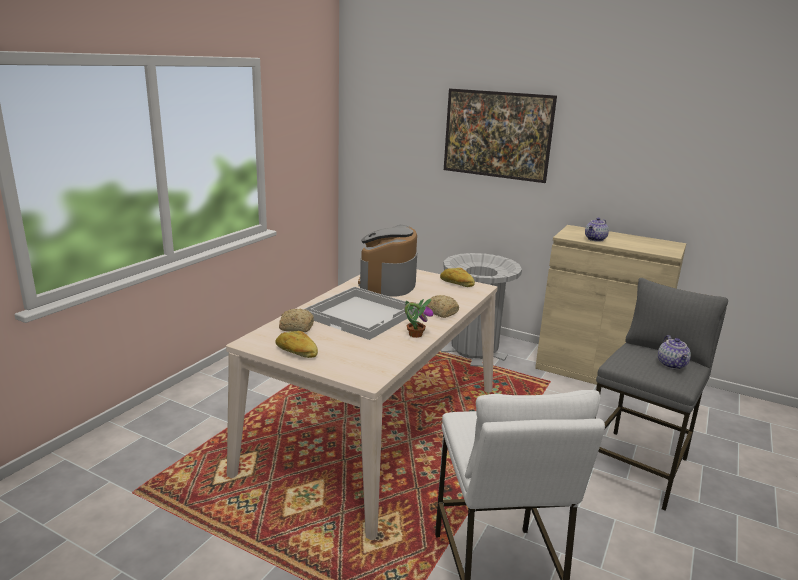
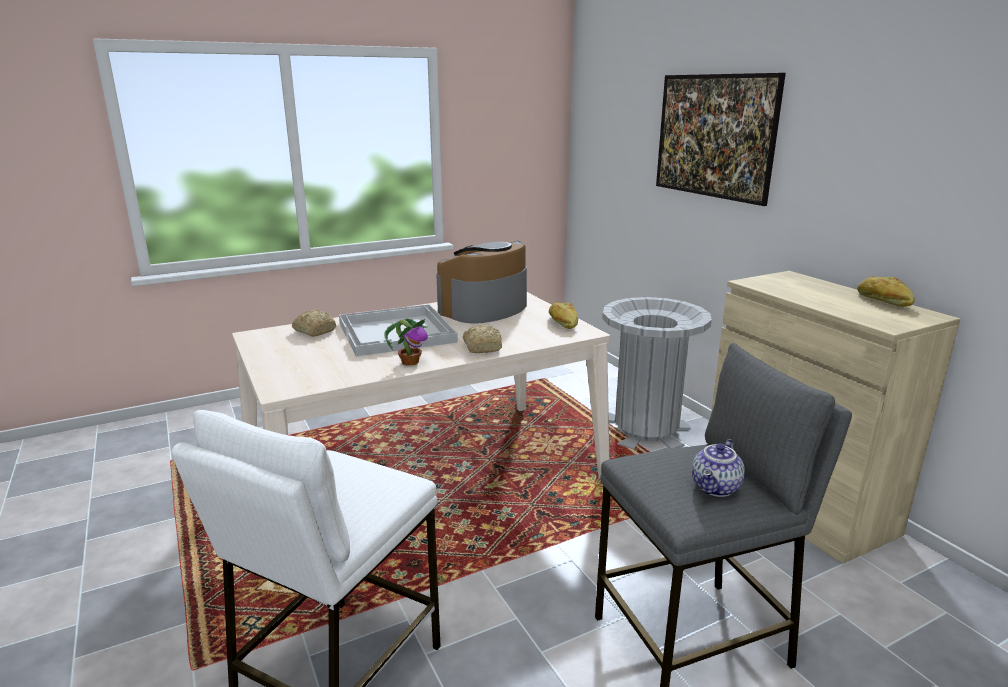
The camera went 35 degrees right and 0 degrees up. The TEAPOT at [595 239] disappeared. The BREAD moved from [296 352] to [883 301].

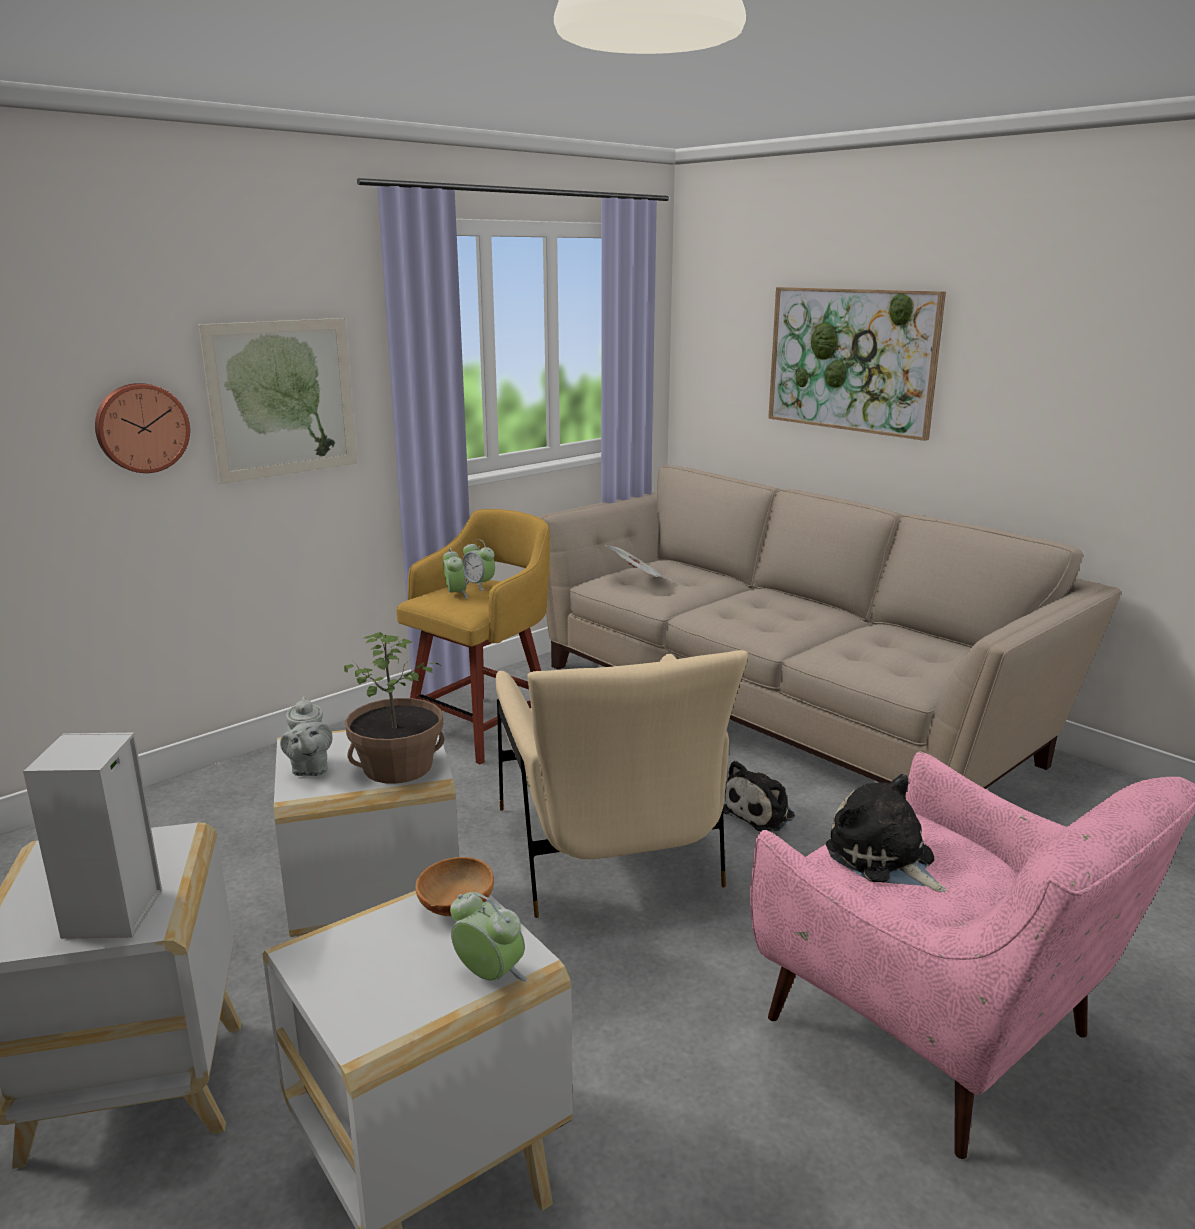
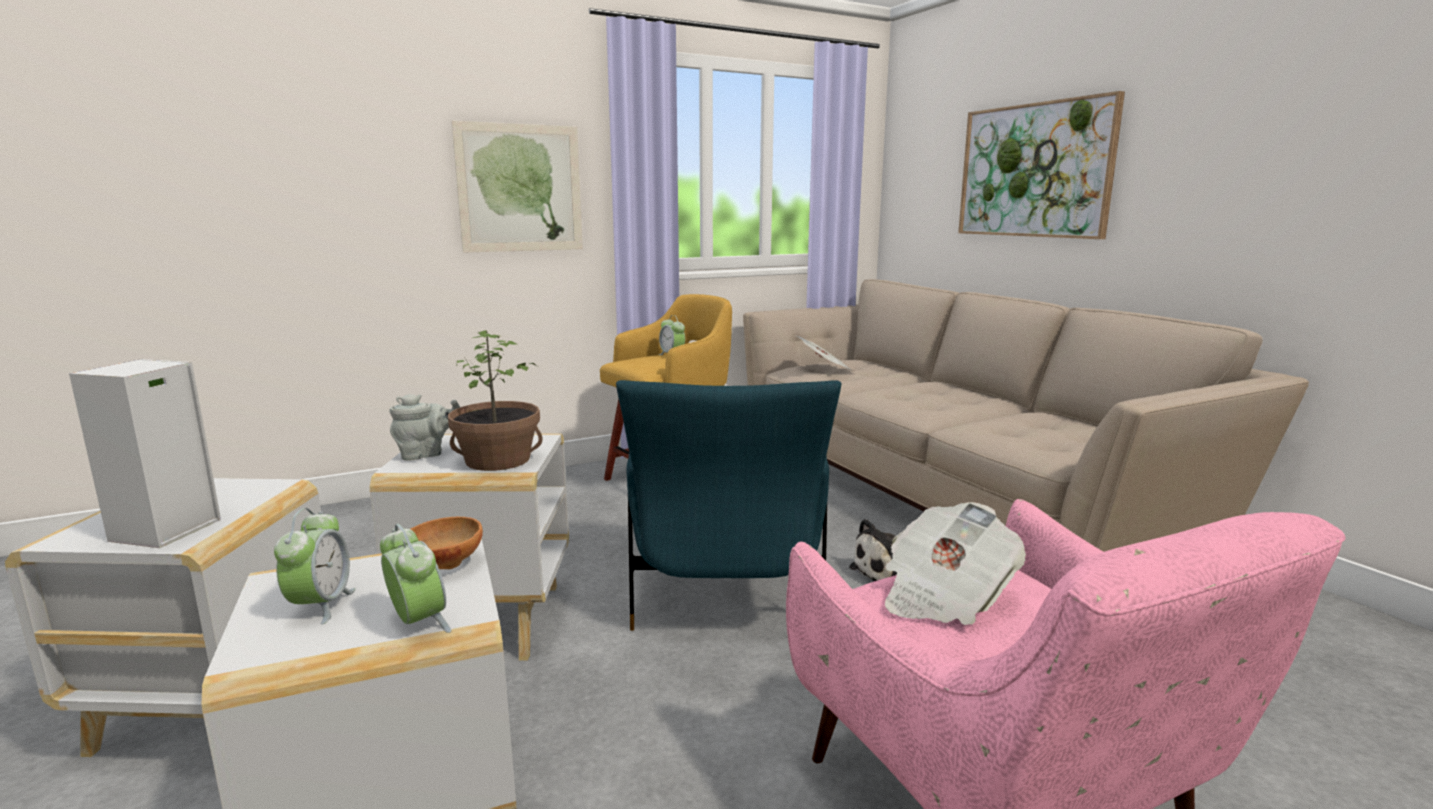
The camera went 15 degrees right and 5 degrees down. The CLOCK ON THE WALL at [141 427] disappeared. The ALARM CLOCK moved from [455 594] to [320 606]. The BEIGE ARMCHAIR at [607 851] became the BLUISH ARMCHAIR at [726 586]. The GREYISH TEAPOT at [309 769] turned 120 degrees counterclockwise. The CUDDLY TOY at [883 859] was replaced by the PRINTED PAPER at [943 595].

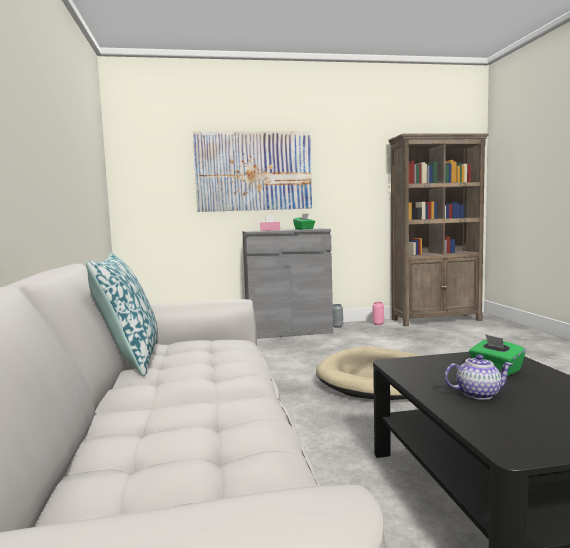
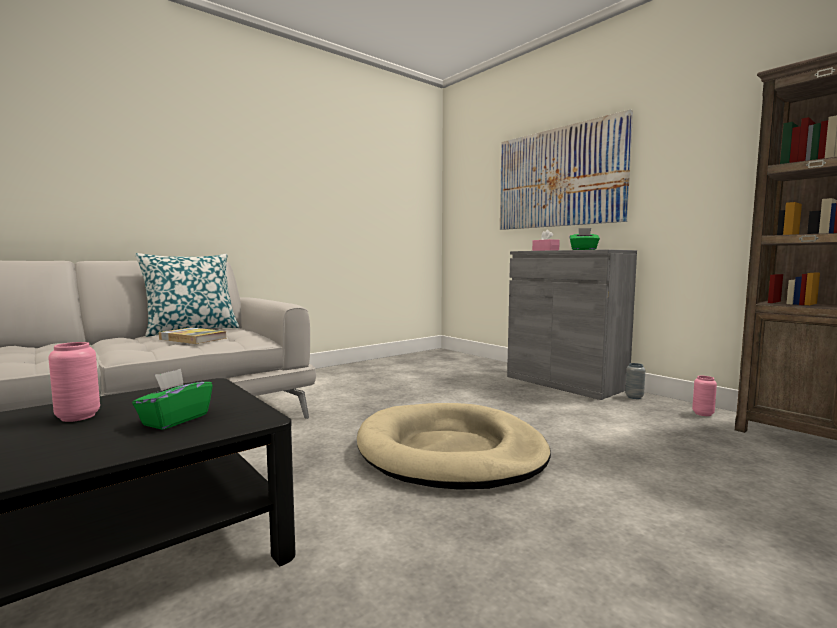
The camera went 60 degrees right and 0 degrees up. The TEAPOT at [478 394] was replaced by the PINK-COLOURED FLOWER VASE at [78 417]. The VOLUME at [193 338] appeared.

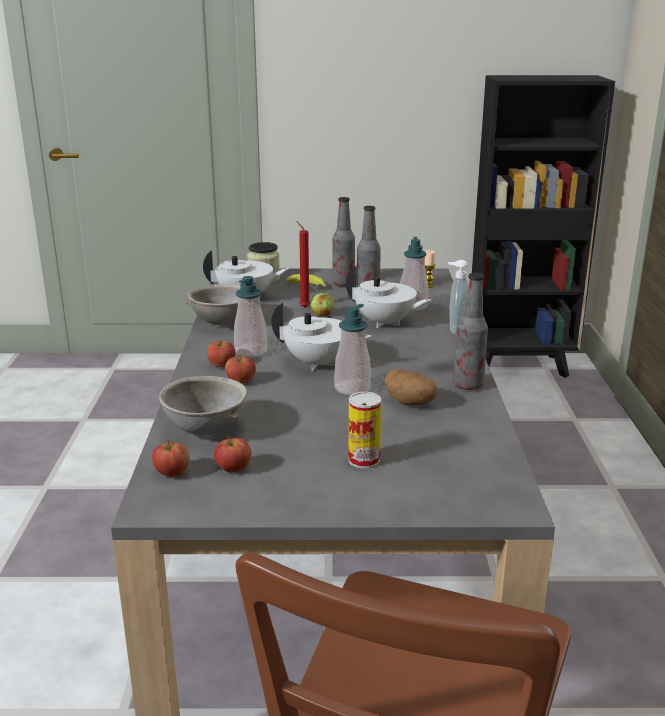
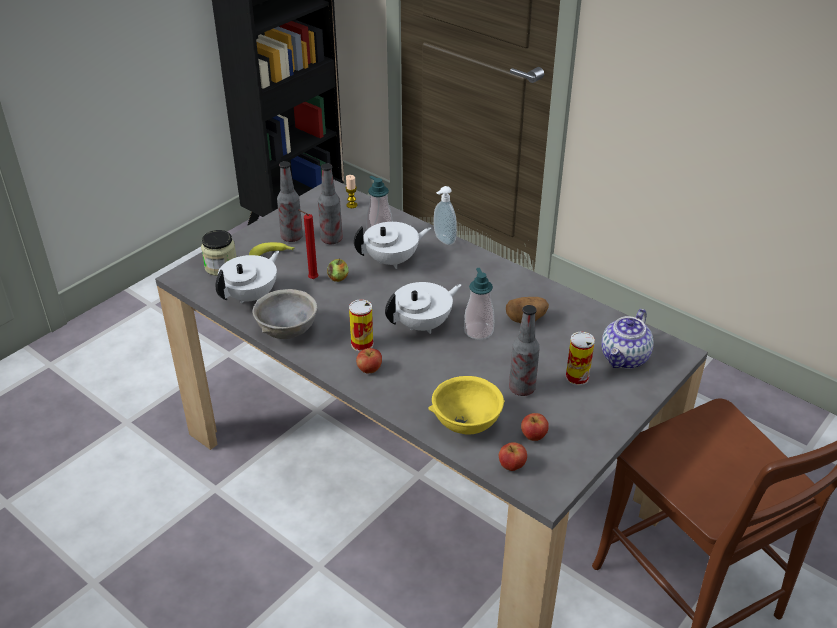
The camera went 50 degrees left and 15 degrees up. The BOTTLE moved from [468 385] to [522 388]. The SOAP DISPENSER at [251 351] was replaced by the CAN at [362 344]. The APPLE at [240 382] disappeared. The GREYISH SERVING BOWL at [206 429] became the YELLOWISH SERVING BOWL at [465 423]. The TEAPOT at [625 358] appeared.

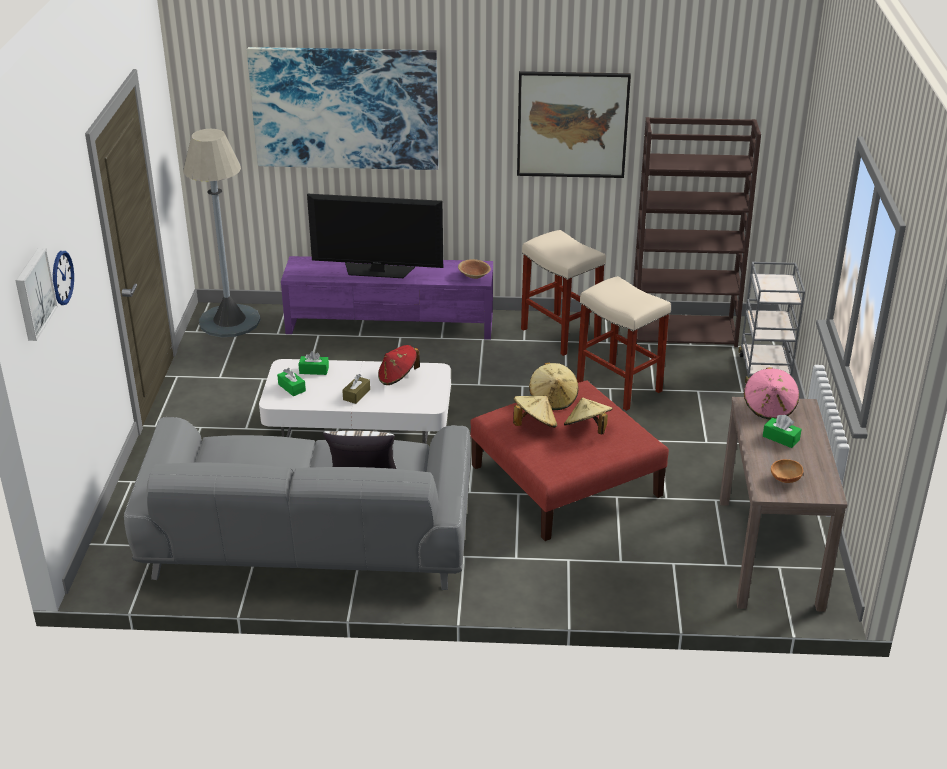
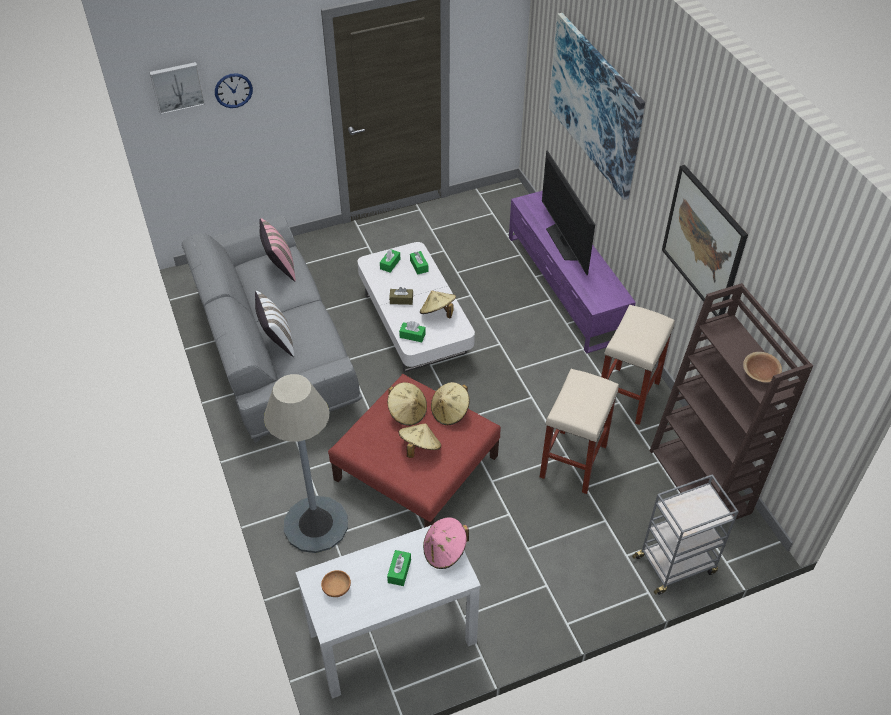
The camera went 65 degrees right and 15 degrees up. The GREYISH STANDARD LAMP moved from [230 321] to [316 525]. The BROWNISH SERVING BOWL moved from [474 276] to [760 374]. The RED CLOTHING HAT at [398 377] became the BEIGE CLOTHING HAT at [438 313]. The BROWNISH NARROW TABLE at [770 553] became the WHITISH NARROW TABLE at [392 637]. The PINK-COLOURED THROW PILLOW at [279 267] appeared. The GREEN TISSUE BOX at [412 335] appeared.

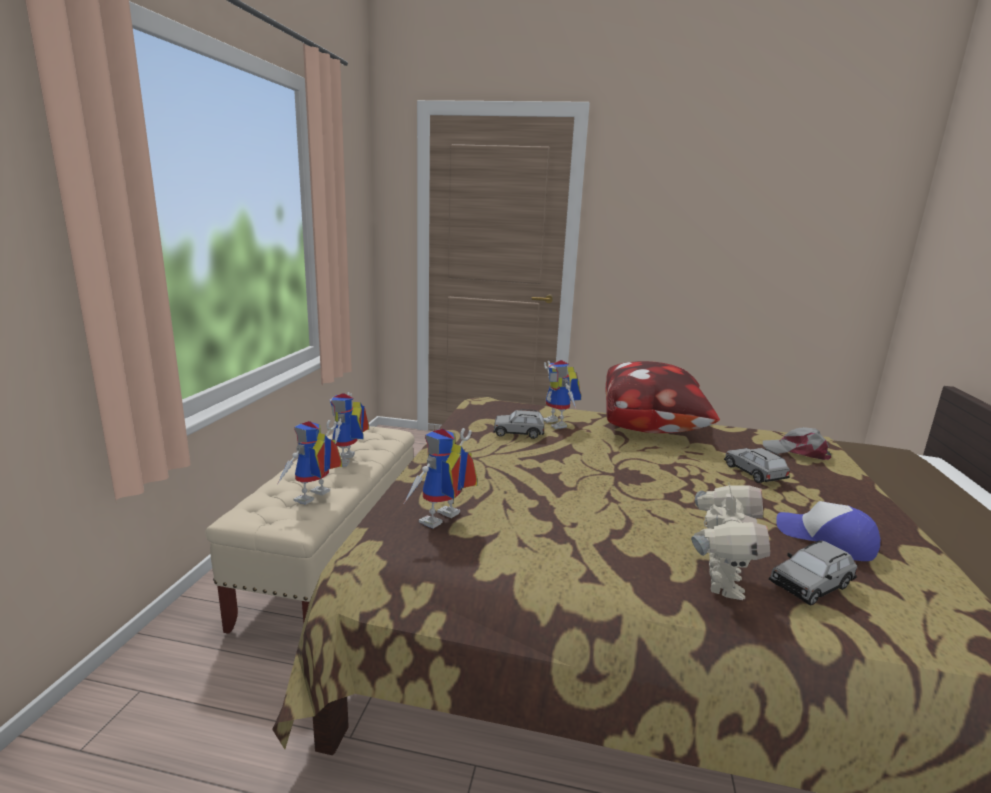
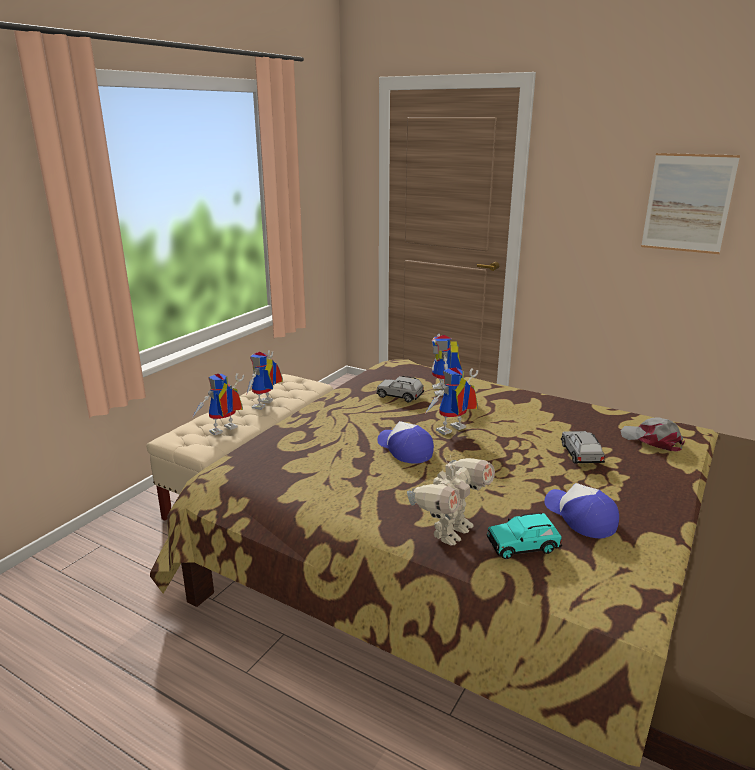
The camera went 20 degrees right and 5 degrees up. The THROW PILLOW at [652 427] disappeared. The ROBOT FIGURE moved from [442 522] to [452 431]. The GREYISH MINIATURE CAR at [810 585] became the TURQUOISE MINIATURE CAR at [523 546]. The WALL ART at [687 203] appeared. The PEAKED CAP at [404 449] appeared.

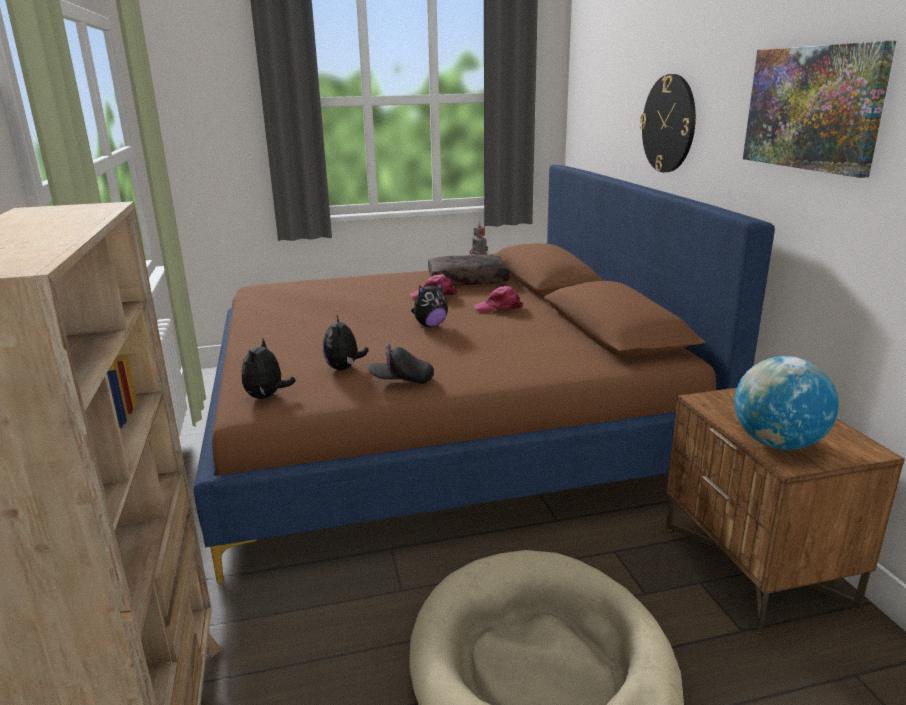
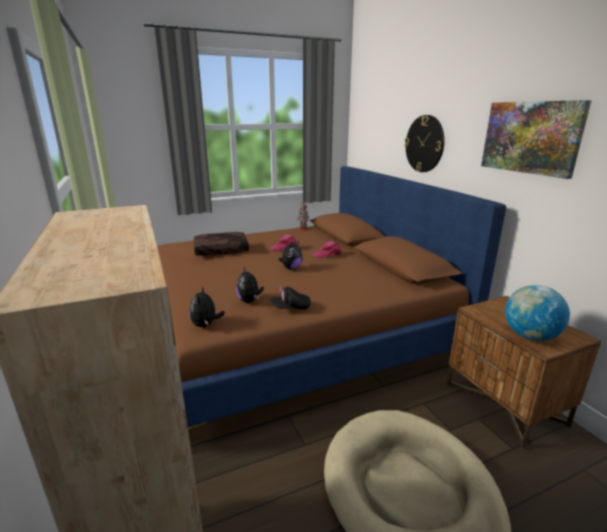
The camera went 10 degrees left and 0 degrees up. The BROWNISH THROW PILLOW moved from [467 280] to [221 250].

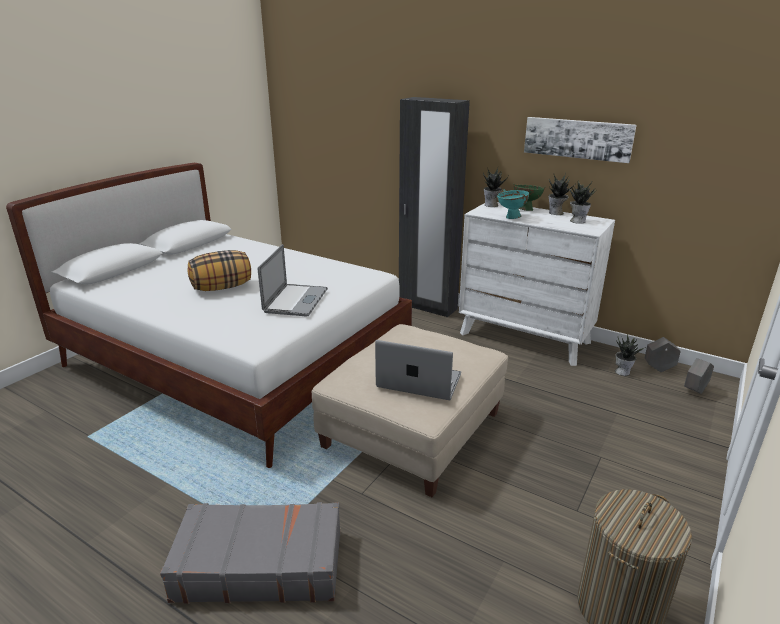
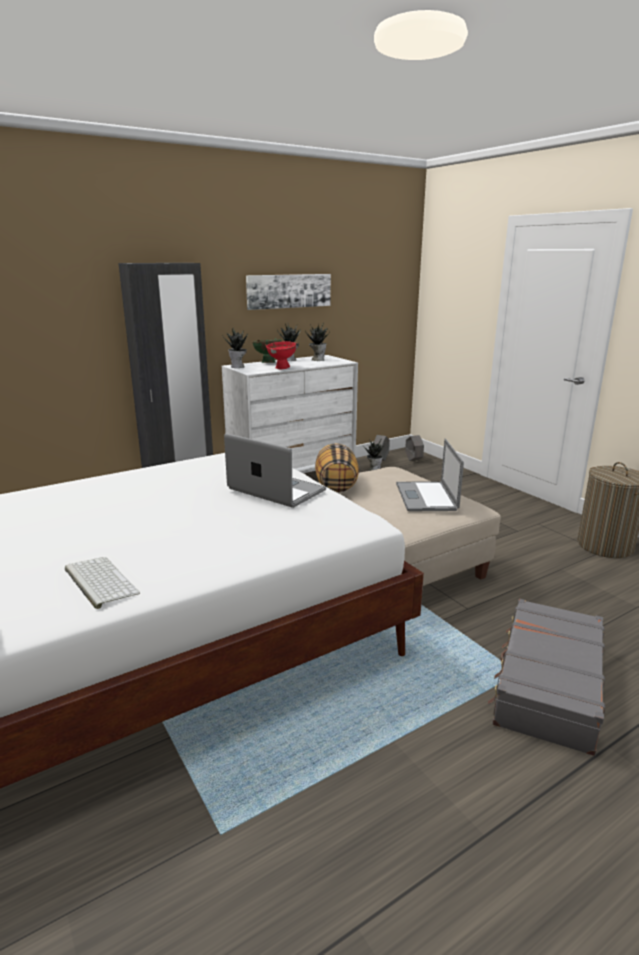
The camera went 65 degrees left and 5 degrees down. The TURQUOISE SERVING BOWL at [511 218] became the RED SERVING BOWL at [282 368]. The THROW PILLOW moved from [222 287] to [336 485]. The LAPTOP at [419 381] turned 45 degrees counterclockwise. The KEYBOARD at [99 581] appeared.

